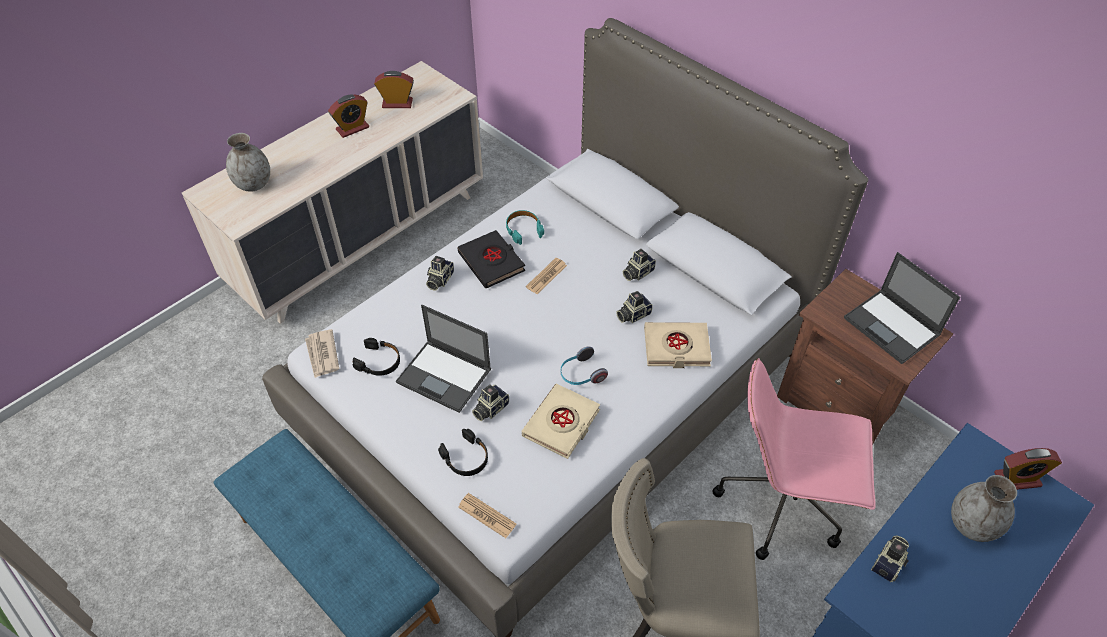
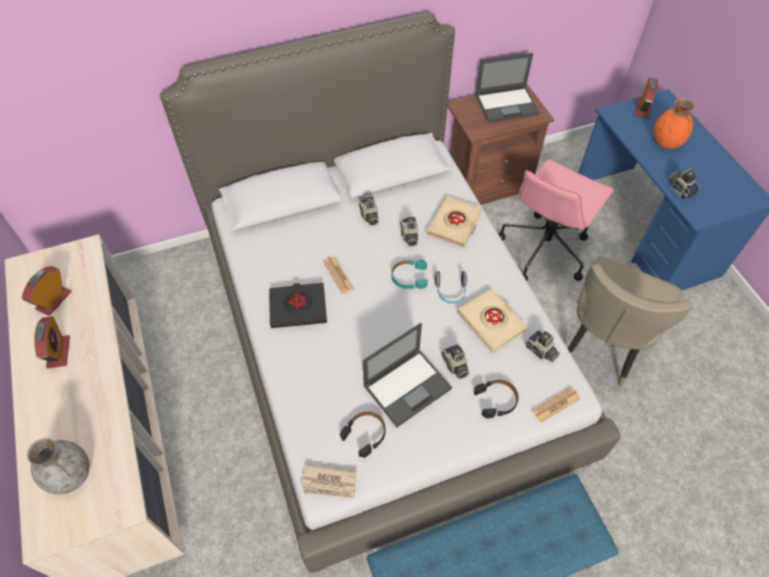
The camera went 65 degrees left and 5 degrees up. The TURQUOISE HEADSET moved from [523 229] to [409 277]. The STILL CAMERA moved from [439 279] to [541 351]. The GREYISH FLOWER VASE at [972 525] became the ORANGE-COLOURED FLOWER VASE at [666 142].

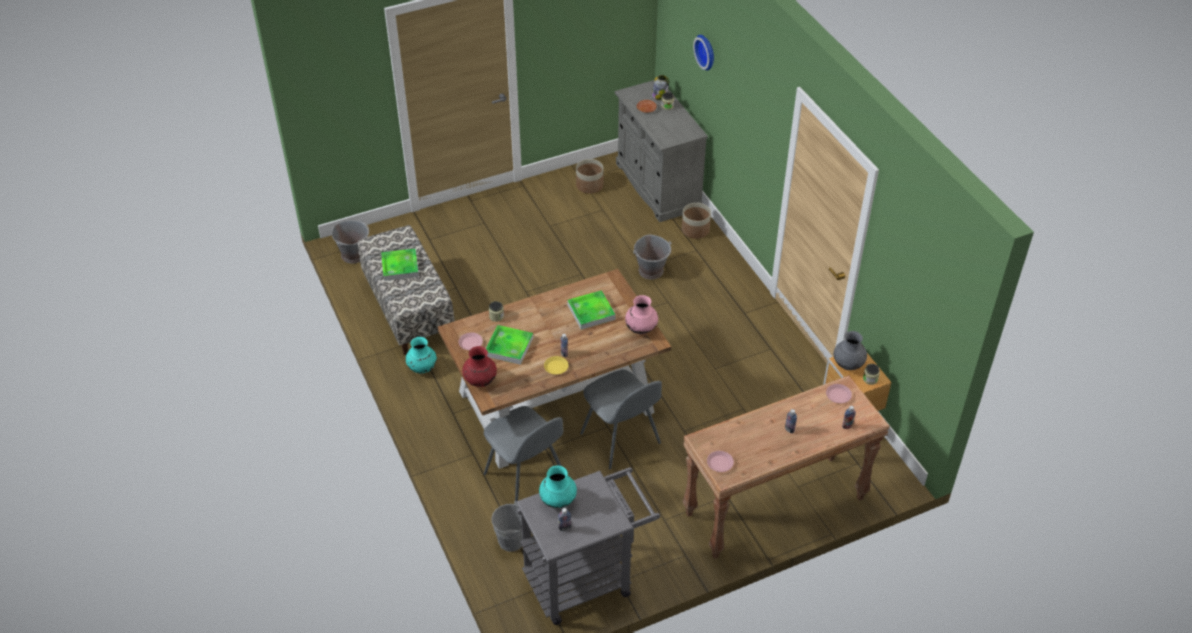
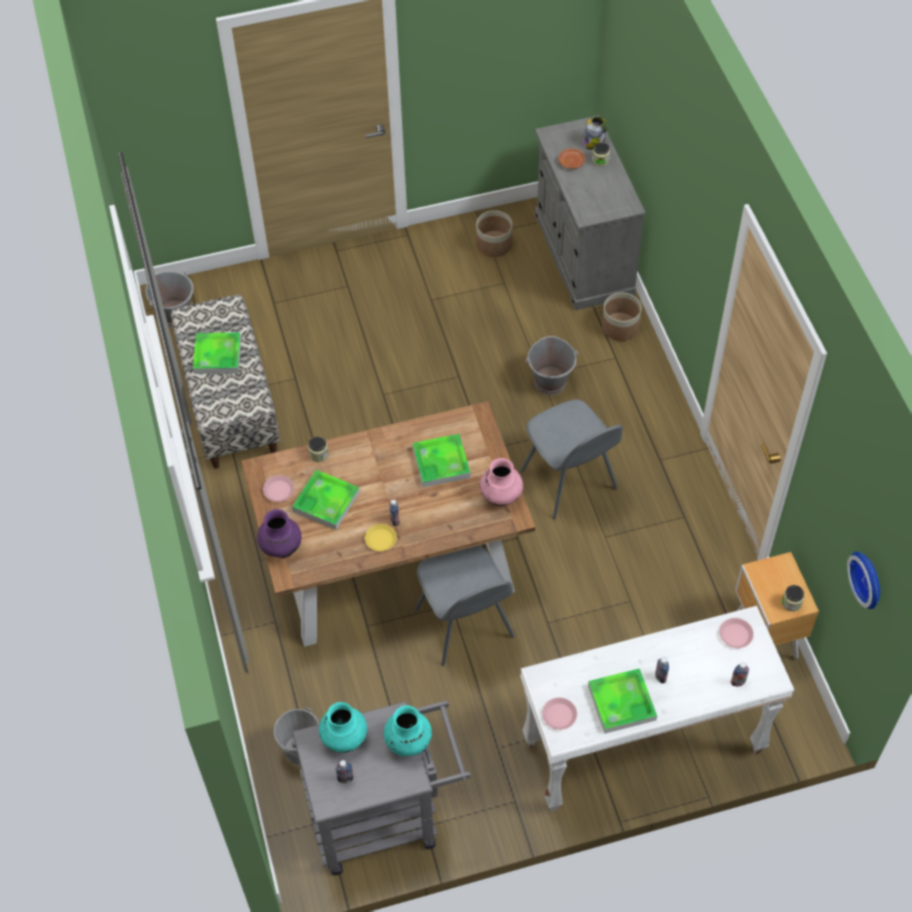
The camera went 10 degrees right and 10 degrees up. The CLOCK ON THE WALL moved from [706 51] to [869 578]. The GREYISH FLOWER VASE at [848 365] disappeared. The TURQUOISE FLOWER VASE moved from [422 368] to [408 742]. The RED FLOWER VASE at [480 381] became the PURPLE-COLOURED FLOWER VASE at [281 547]. The BROWNISH NARROW TABLE at [774 507] became the WHITISH NARROW TABLE at [642 749]. The GREYISH PLAIN CHAIR moved from [526 477] to [570 482]. The SERVING TRAY at [621 703] appeared.

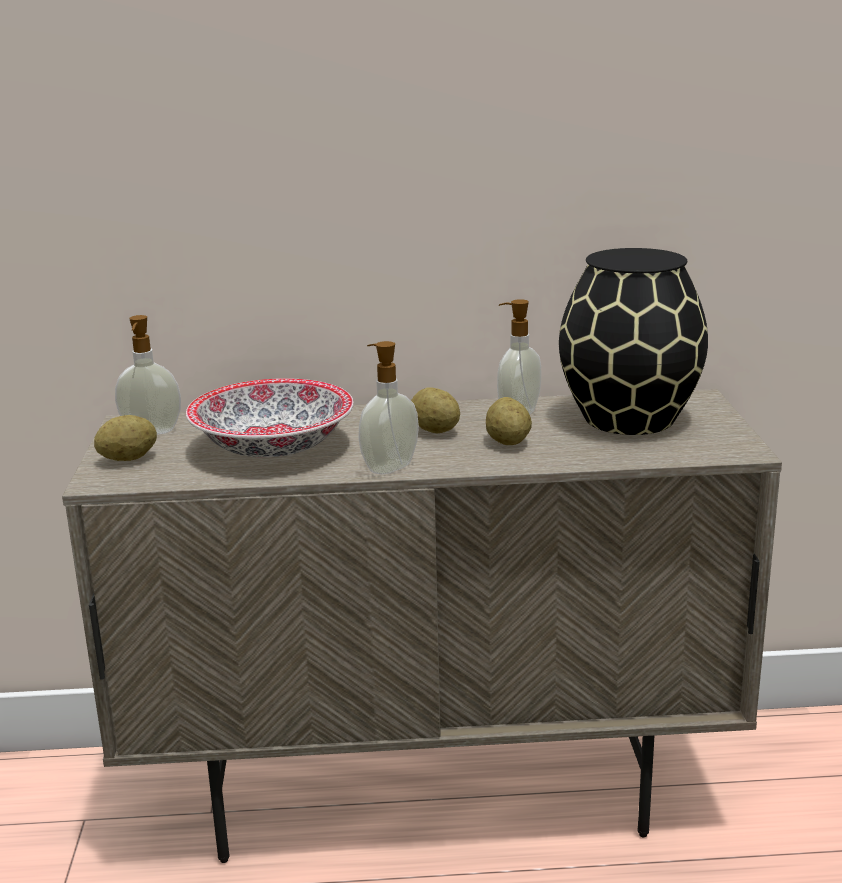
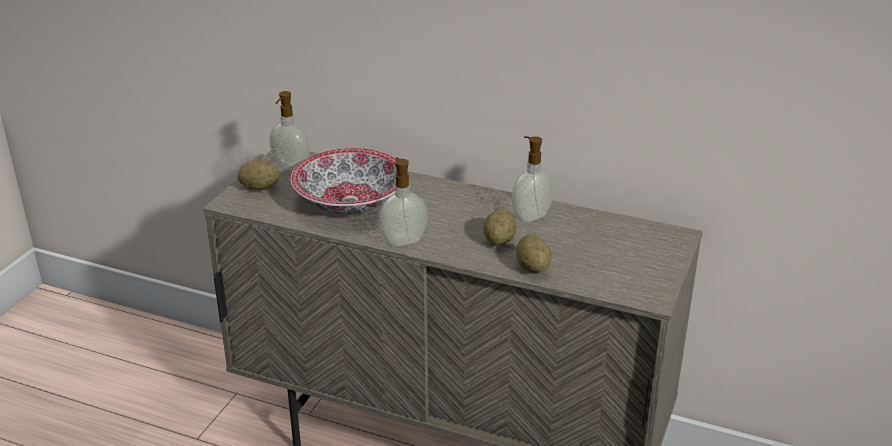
The camera went 25 degrees right and 10 degrees up. The BLACK-COLOURED FLOWER VASE at [631 419] disappeared. The POTATO moved from [435 430] to [532 267].

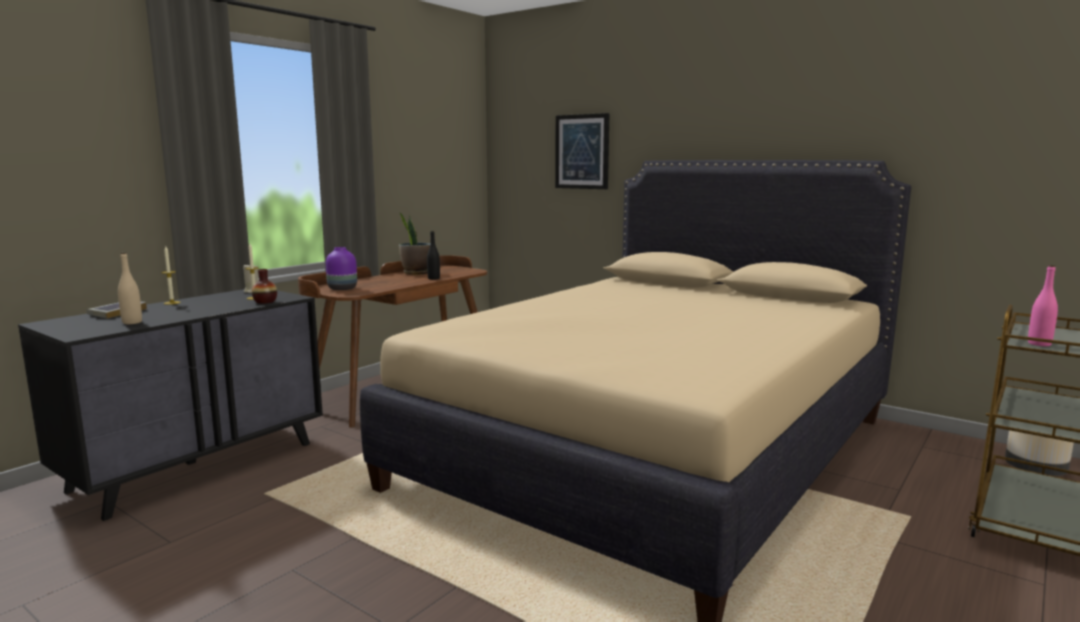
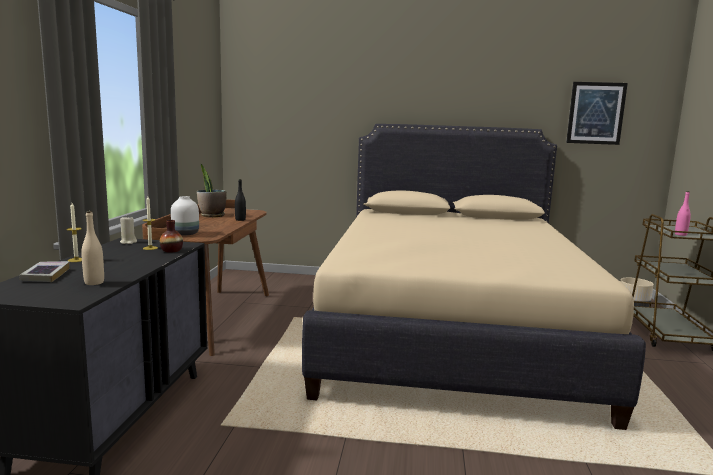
The camera went 30 degrees left and 0 degrees up. The WALL ART moved from [582 151] to [595 113]. The PURPLE-COLOURED FLOWER VASE at [343 289] became the WHITISH FLOWER VASE at [186 234].

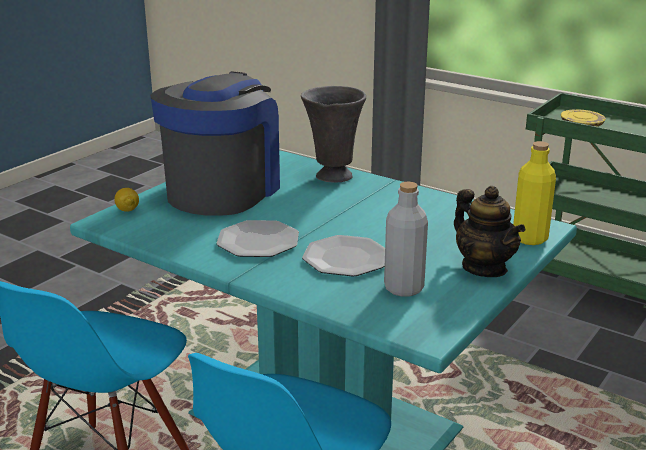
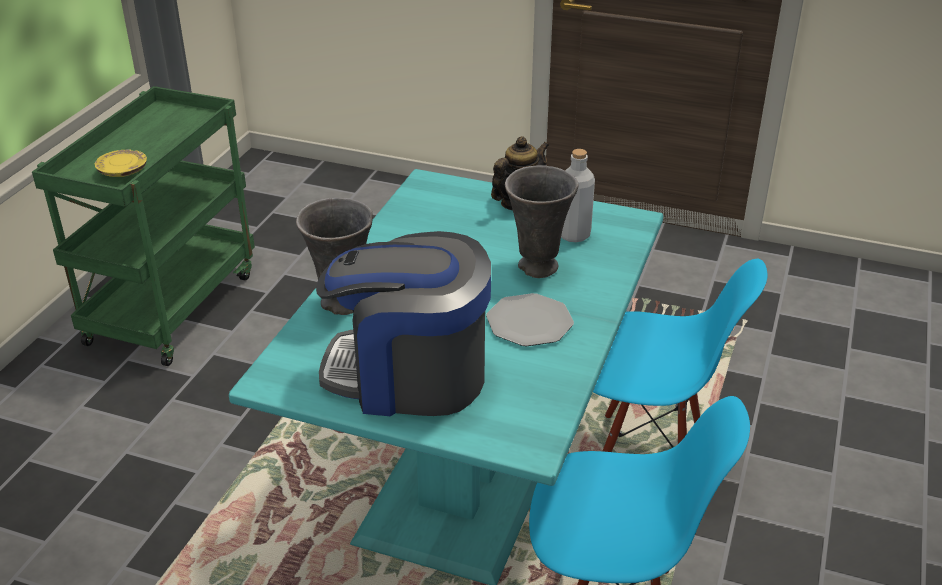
The camera went 105 degrees left and 10 degrees up. The YELLOWISH BOTTLE at [529 238] disappeared. The WHOLE LEMON at [127 210] disappeared. The DINNER PLATE at [345 258] was replaced by the GREYISH FLOWER VASE at [538 268].

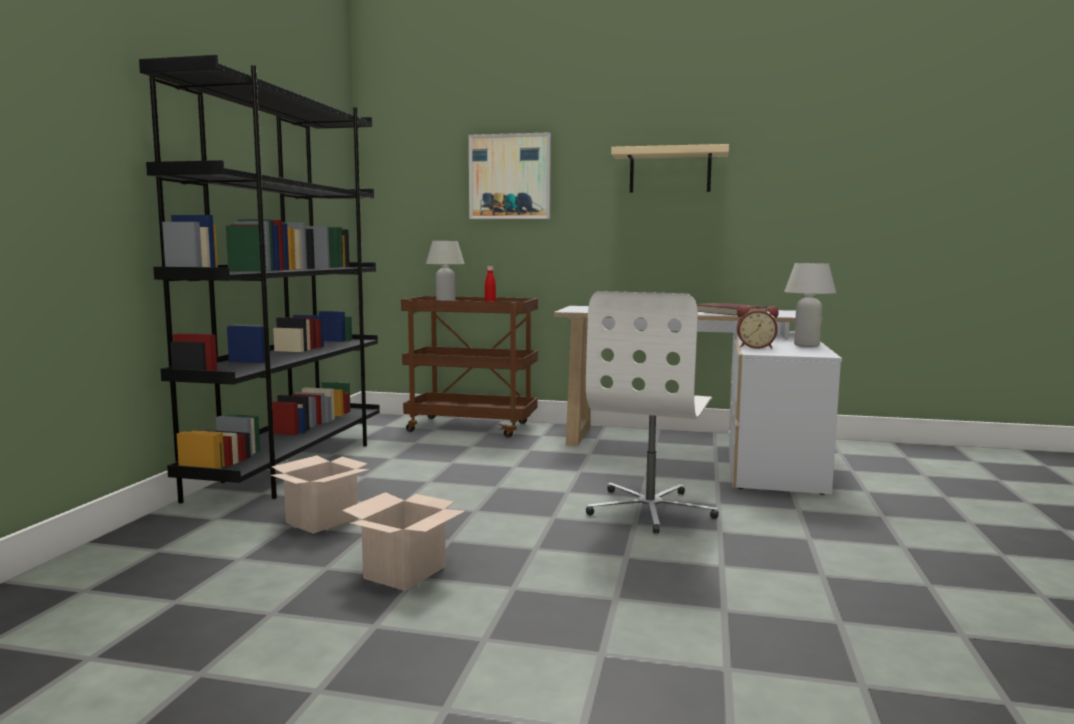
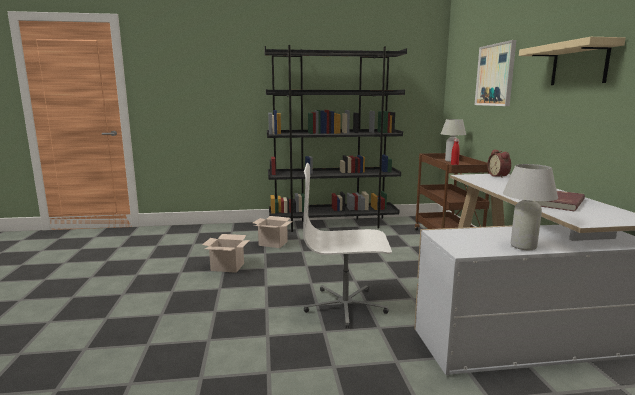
The camera went 70 degrees right and 5 degrees up. The ALARM CLOCK moved from [755 347] to [499 176].

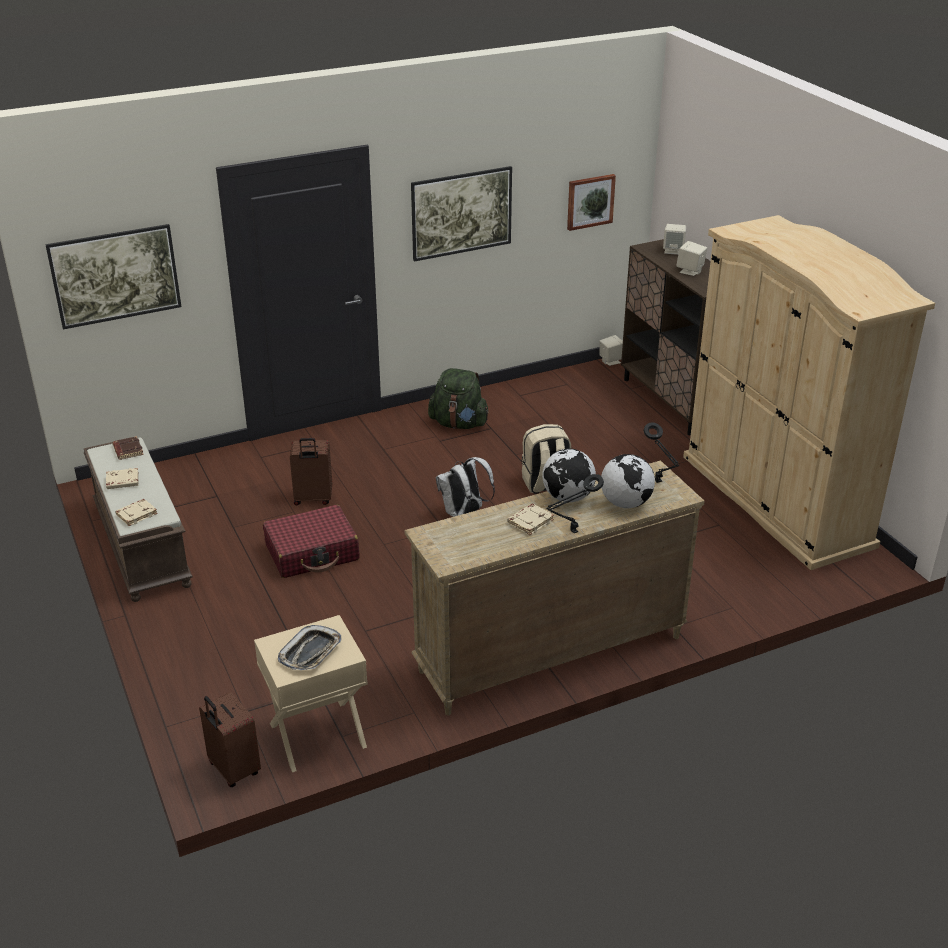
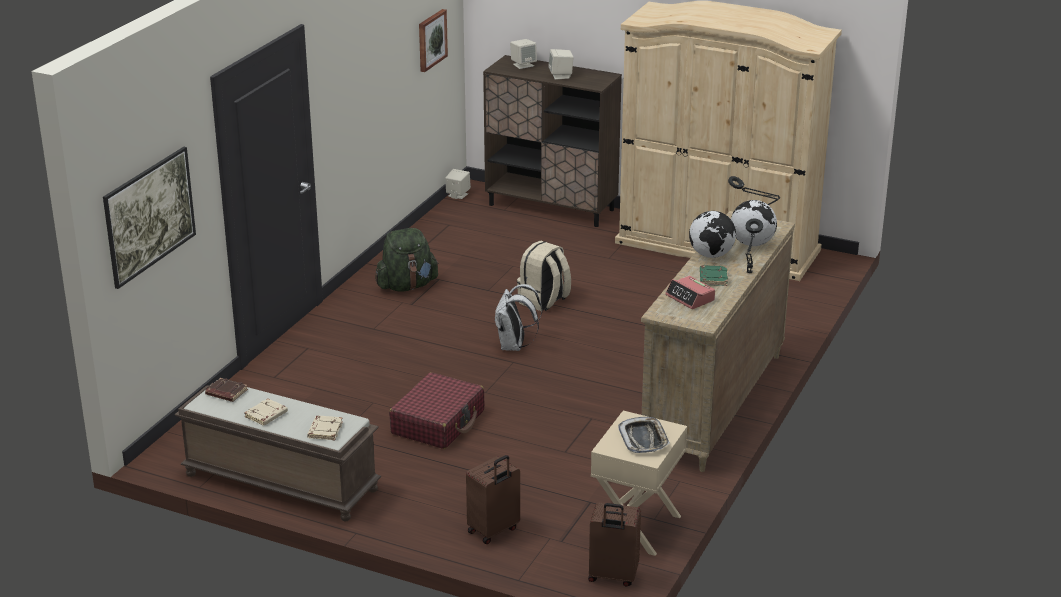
The camera went 40 degrees left and 5 degrees down. The WALL ART at [461 232] disappeared. The BROWNISH PIECE OF LUGGAGE moved from [313 499] to [494 531]. The BEIGE VOLUME at [530 521] became the GREEN VOLUME at [712 278]. The ALARM CLOCK at [690 298] appeared.

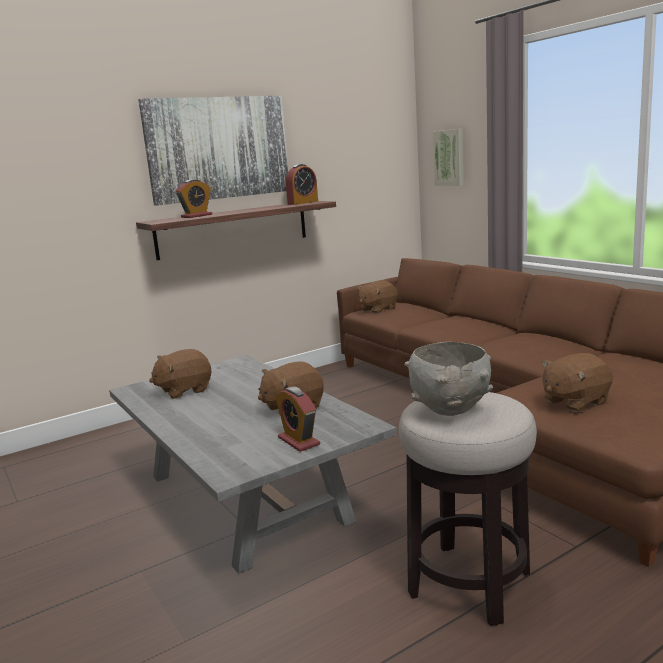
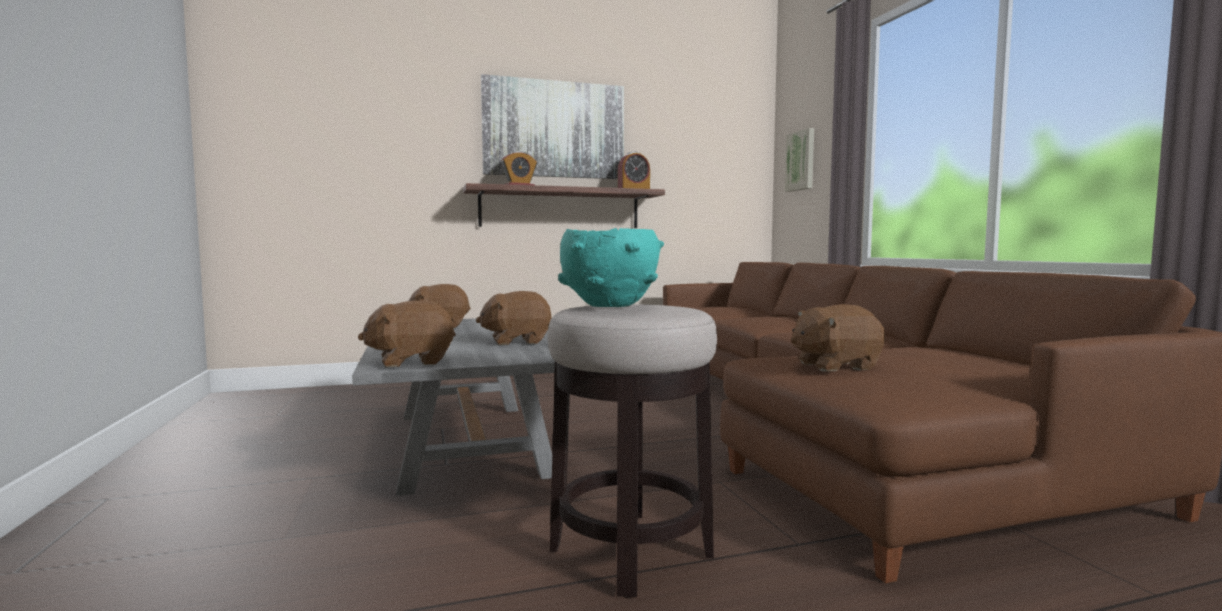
The camera went 15 degrees right and 10 degrees down. The BROWNISH CUDDLY TOY moved from [377 309] to [411 361]. The GREYISH SERVING BOWL at [450 410] became the TURQUOISE SERVING BOWL at [609 306]. The ALARM CLOCK at [298 441] disappeared.

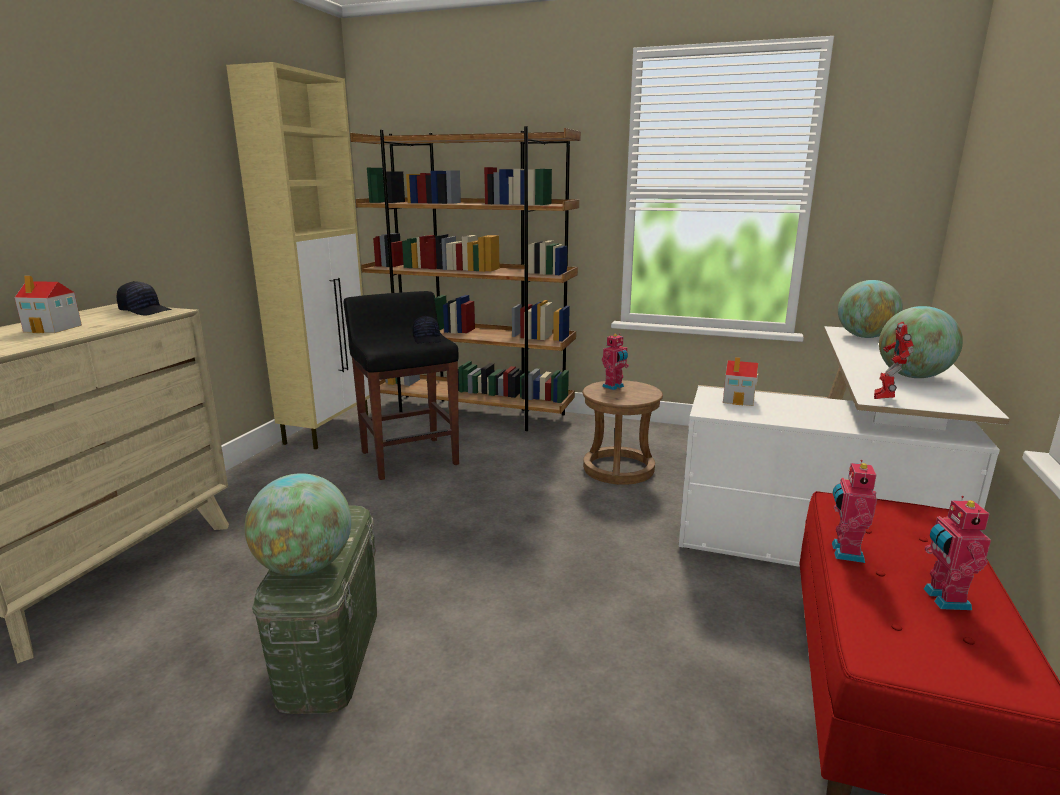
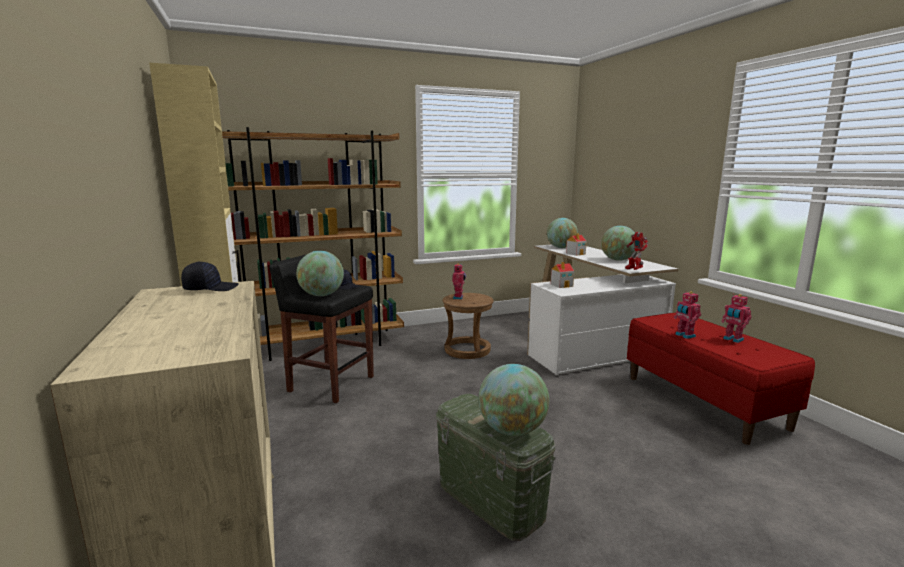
The camera went 40 degrees left and 5 degrees down. The MODEL HOUSE moved from [54 328] to [575 253]. The GLOBE at [321 295] appeared.

